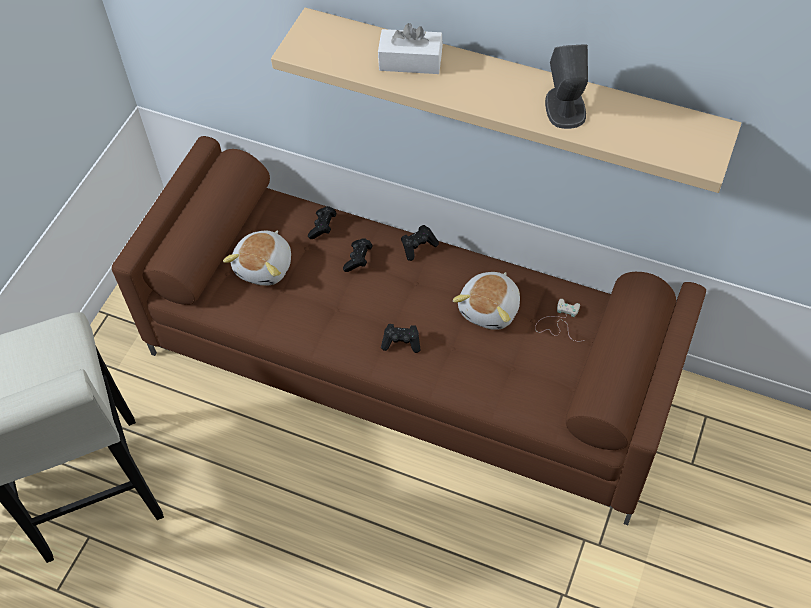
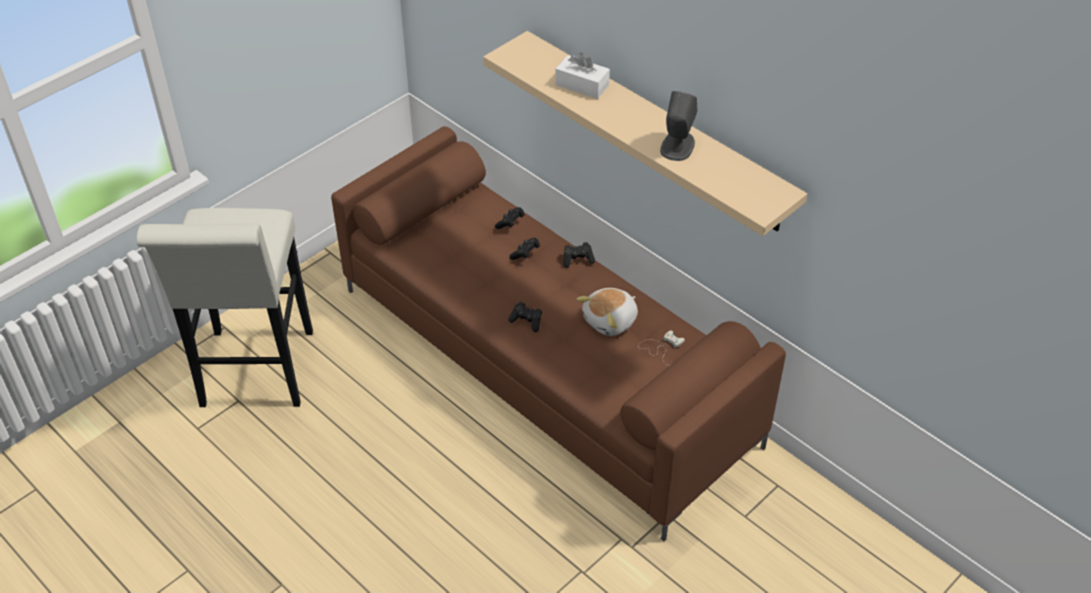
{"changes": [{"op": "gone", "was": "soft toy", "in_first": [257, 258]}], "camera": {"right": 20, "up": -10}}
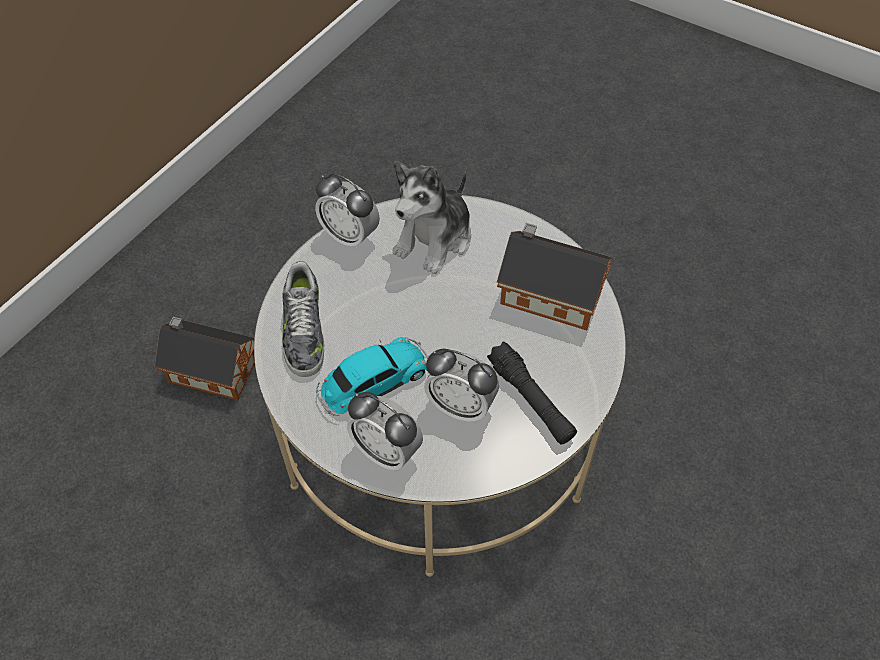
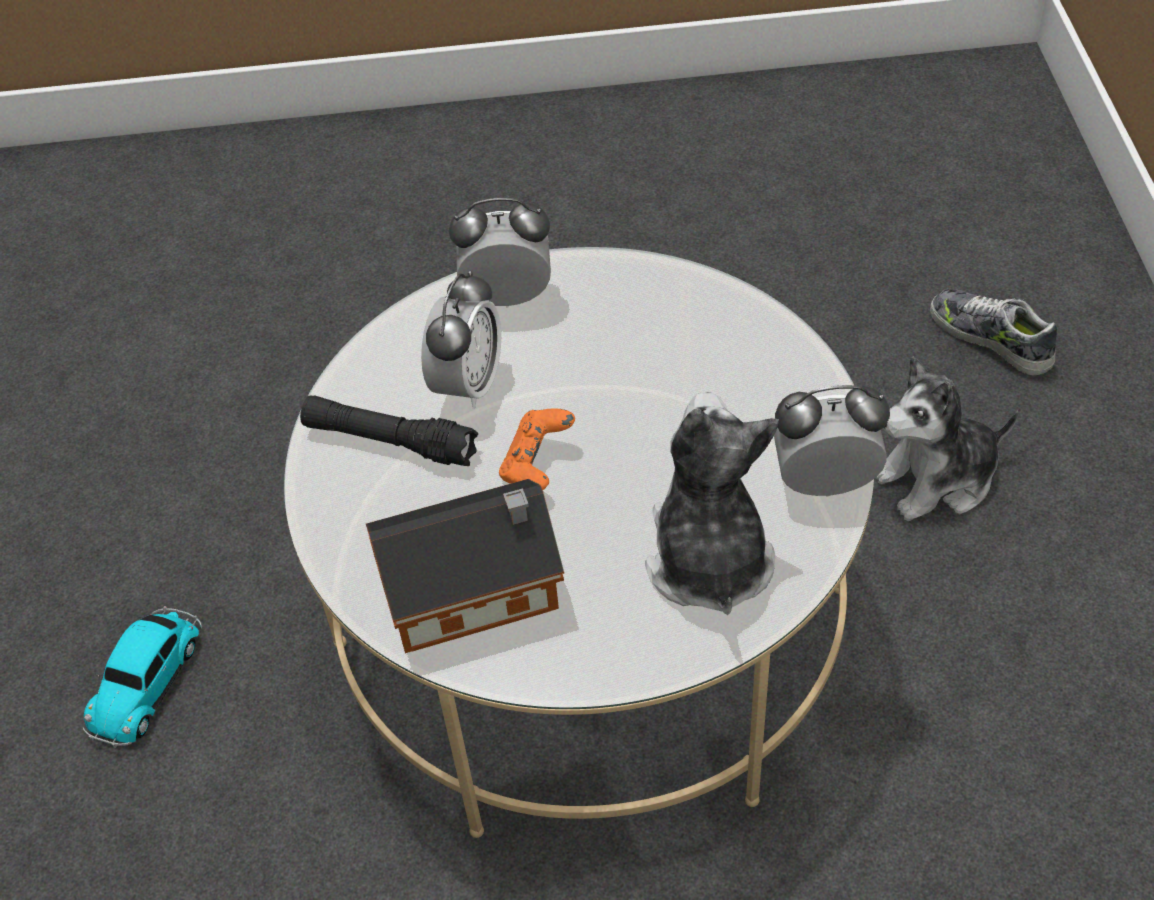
{"changes": [{"op": "swapped", "was": "toy house", "now": "soft toy", "in_first": [204, 359], "in_second": [946, 438]}, {"op": "shifted", "was": "low shoe", "in_first": [303, 319], "in_second": [993, 332]}, {"op": "shifted", "was": "model car", "in_first": [373, 376], "in_second": [142, 677]}, {"op": "rotated", "was": "alarm clock", "in_first": [461, 386], "in_second": [461, 340], "clockwise": 120}, {"op": "new", "now": "orangey gamepad", "in_second": [537, 449]}], "camera": {"right": 145, "up": -5}}
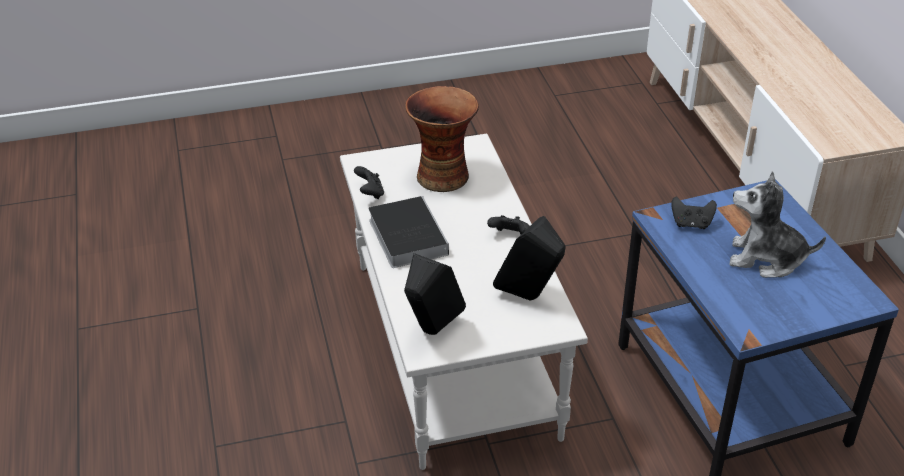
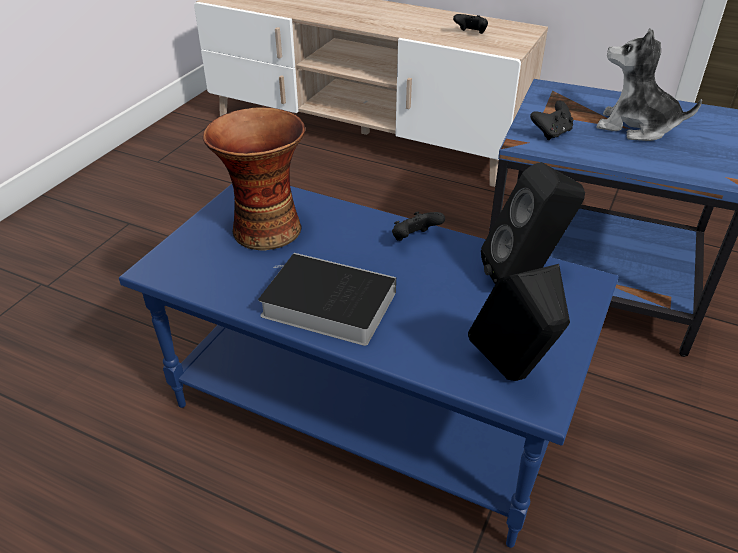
{"changes": [{"op": "repainted", "was": "white-coloured lounge table", "now": "bluish lounge table", "in_first": [464, 302], "in_second": [369, 366]}, {"op": "shifted", "was": "black-coloured gamepad", "in_first": [369, 182], "in_second": [470, 24]}, {"op": "rotated", "was": "soft toy", "in_first": [777, 224], "in_second": [649, 84], "clockwise": 60}], "camera": {"right": -50, "up": 0}}
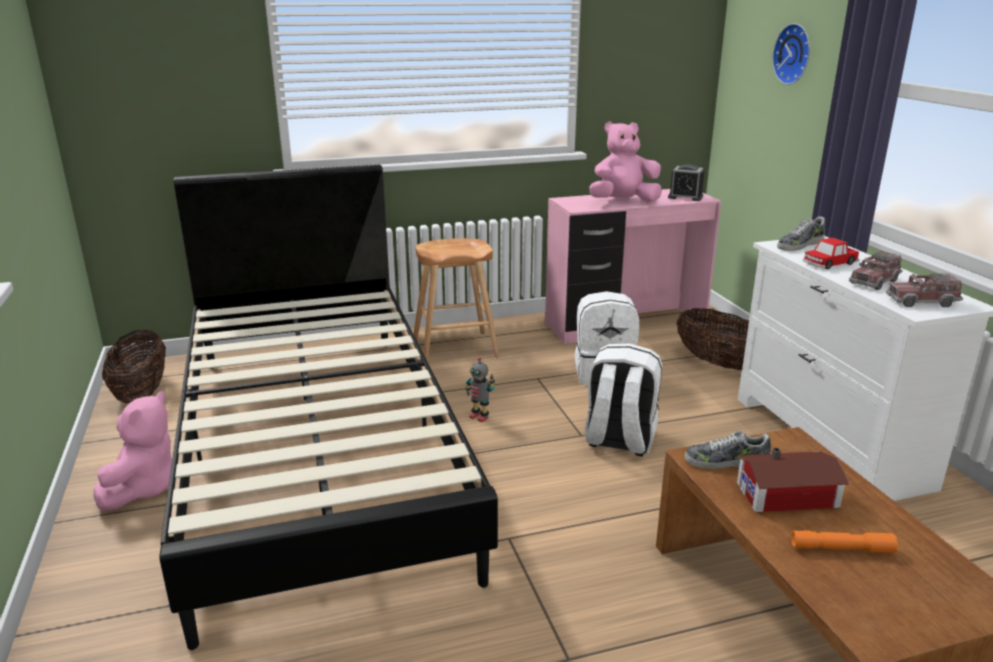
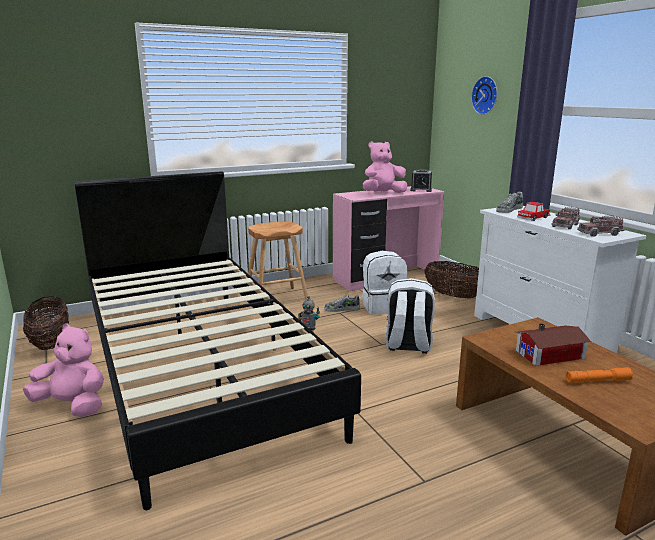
{"changes": [{"op": "rotated", "was": "pink-coloured soft toy", "in_first": [133, 451], "in_second": [63, 370], "clockwise": -75}, {"op": "shifted", "was": "low shoe", "in_first": [728, 450], "in_second": [342, 303]}], "camera": {"right": -10, "up": -5}}
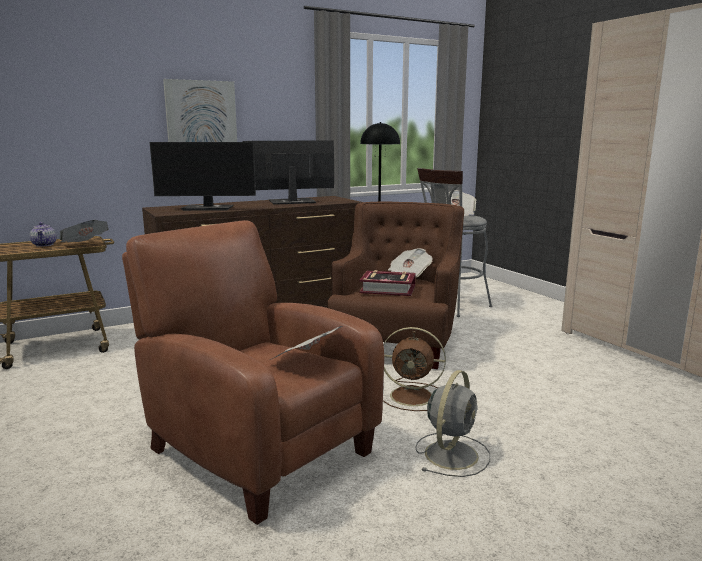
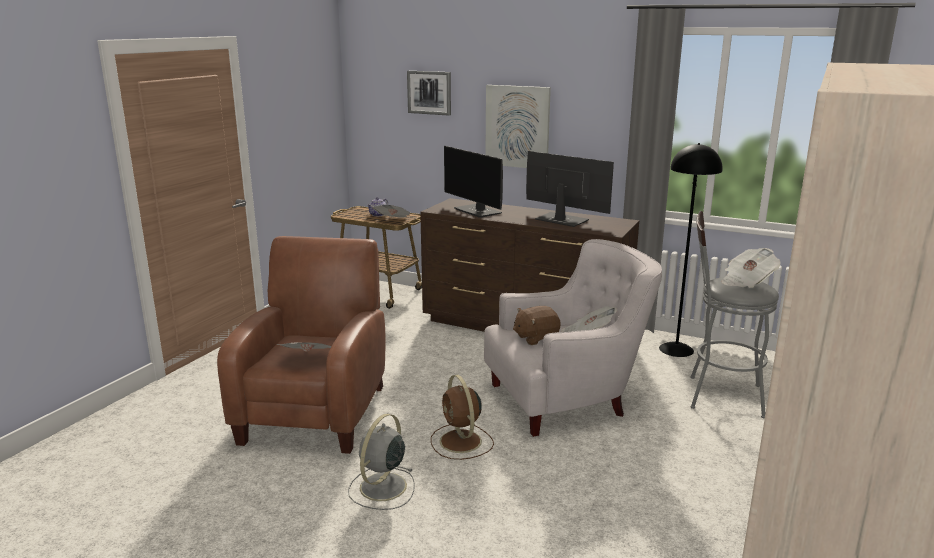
{"changes": [{"op": "repainted", "was": "brownish lounge chair", "now": "white-coloured lounge chair", "in_first": [396, 285], "in_second": [573, 338]}, {"op": "swapped", "was": "book", "now": "brownish soft toy", "in_first": [387, 283], "in_second": [537, 325]}, {"op": "rotated", "was": "gray fan", "in_first": [453, 423], "in_second": [381, 462], "clockwise": 120}, {"op": "new", "now": "wall picture", "in_second": [429, 93]}], "camera": {"right": 55, "up": 5}}
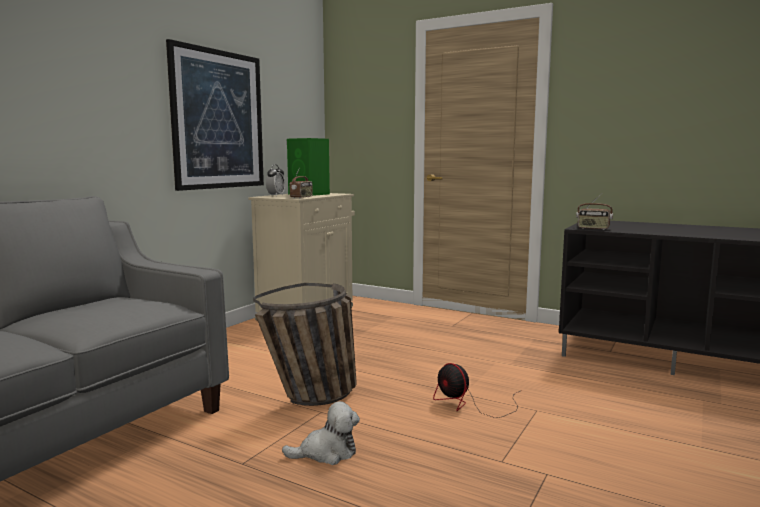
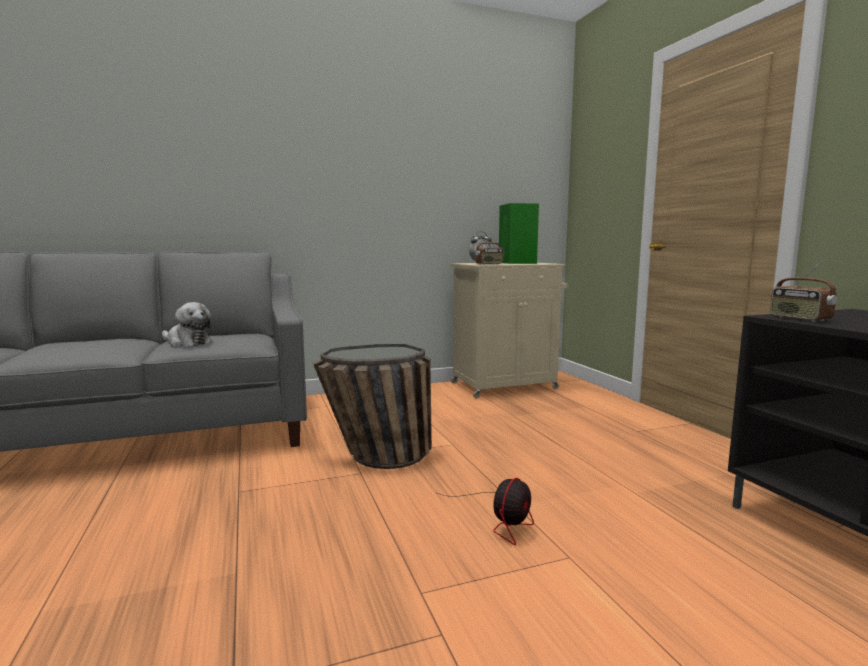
{"changes": [{"op": "gone", "was": "wall picture", "in_first": [215, 115]}, {"op": "shifted", "was": "soft toy", "in_first": [321, 433], "in_second": [187, 324]}, {"op": "rotated", "was": "fan", "in_first": [476, 390], "in_second": [485, 511], "clockwise": -150}], "camera": {"right": 40, "up": 0}}
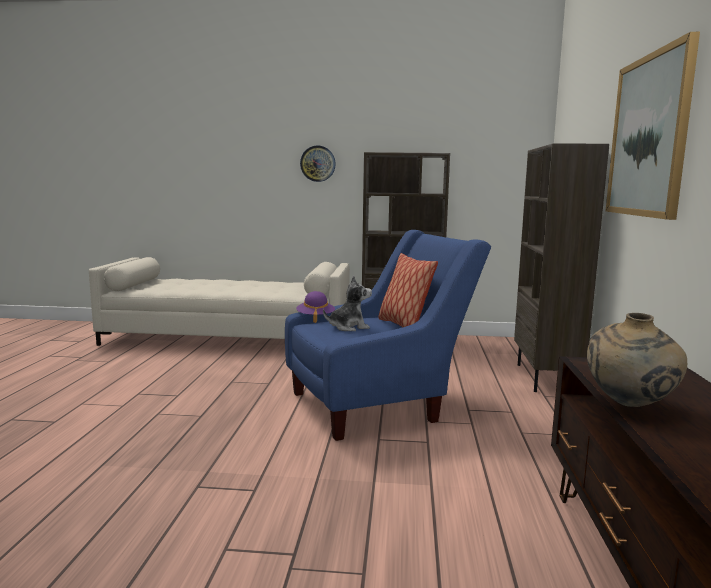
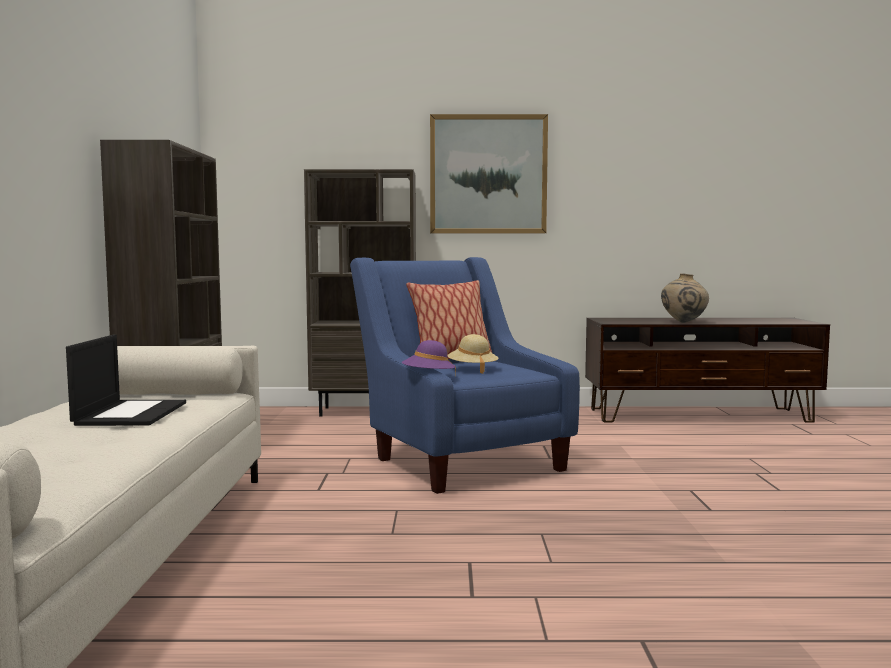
{"changes": [{"op": "gone", "was": "wall clock", "in_first": [318, 164]}, {"op": "swapped", "was": "soft toy", "now": "sand-coloured wearable hat", "in_first": [347, 303], "in_second": [473, 354]}, {"op": "new", "now": "laptop", "in_second": [126, 380]}], "camera": {"right": -95, "up": -5}}
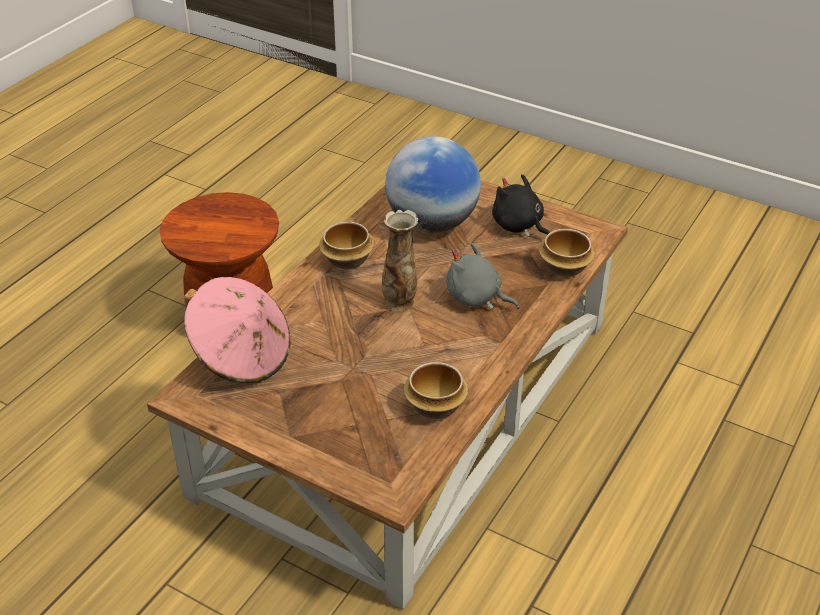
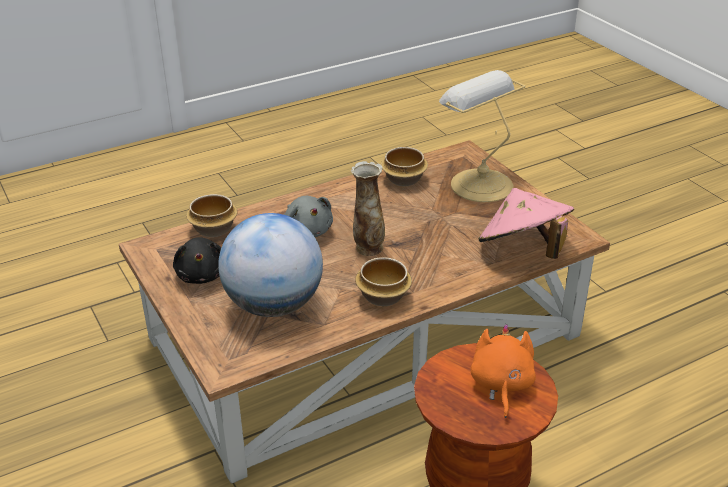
{"changes": [{"op": "new", "now": "tabletop lamp", "in_second": [482, 136]}, {"op": "new", "now": "orangey soft toy", "in_second": [503, 371]}], "camera": {"right": -150, "up": -5}}
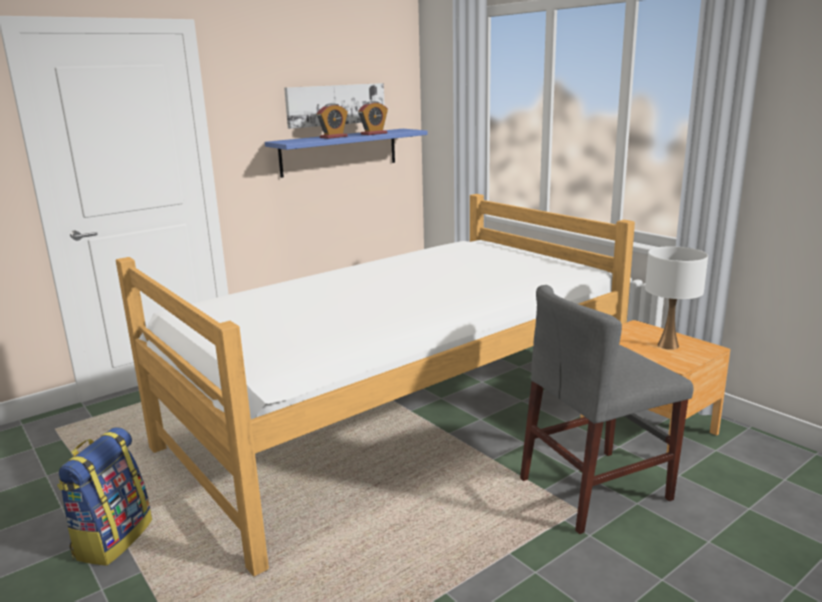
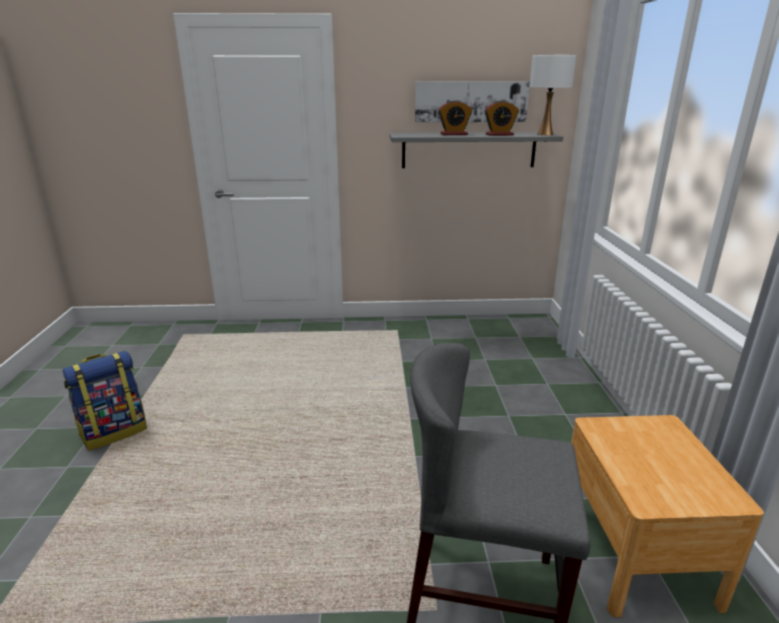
{"changes": [{"op": "gone", "was": "sleeping bed", "in_first": [375, 385]}, {"op": "repainted", "was": "bluish shelf", "now": "gray shelf", "in_first": [346, 153], "in_second": [476, 150]}, {"op": "shifted", "was": "white-coloured tabletop lamp", "in_first": [676, 298], "in_second": [552, 95]}], "camera": {"right": 35, "up": 5}}
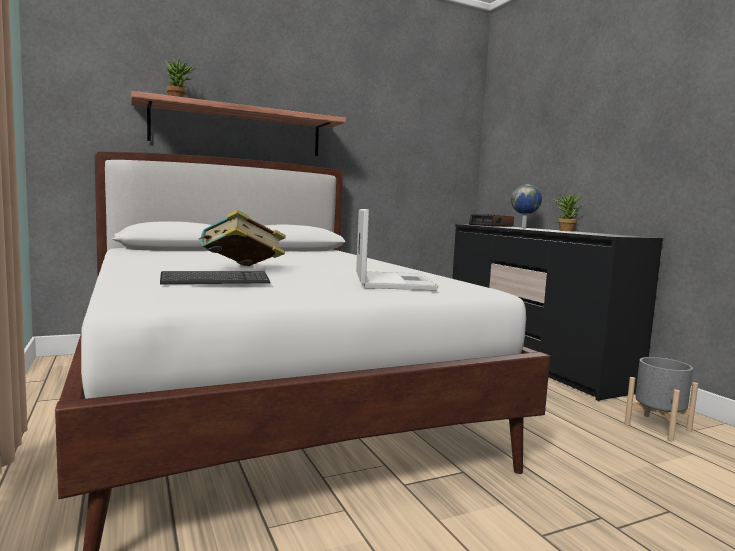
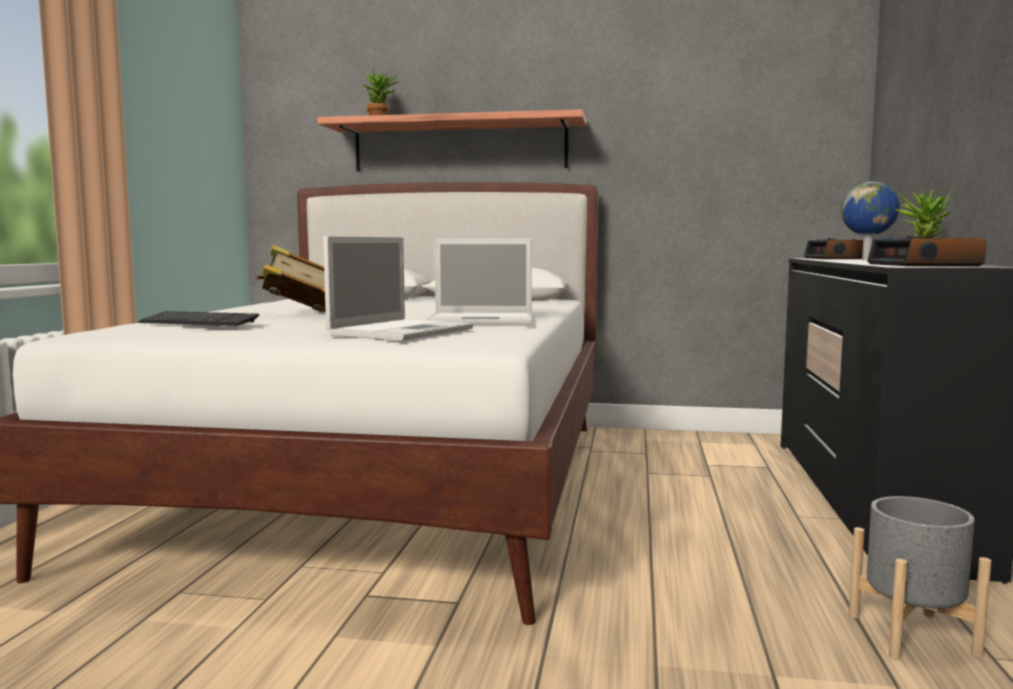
{"changes": [{"op": "new", "now": "laptop", "in_second": [479, 282]}, {"op": "new", "now": "alarm clock", "in_second": [927, 251]}], "camera": {"right": 35, "up": 0}}
